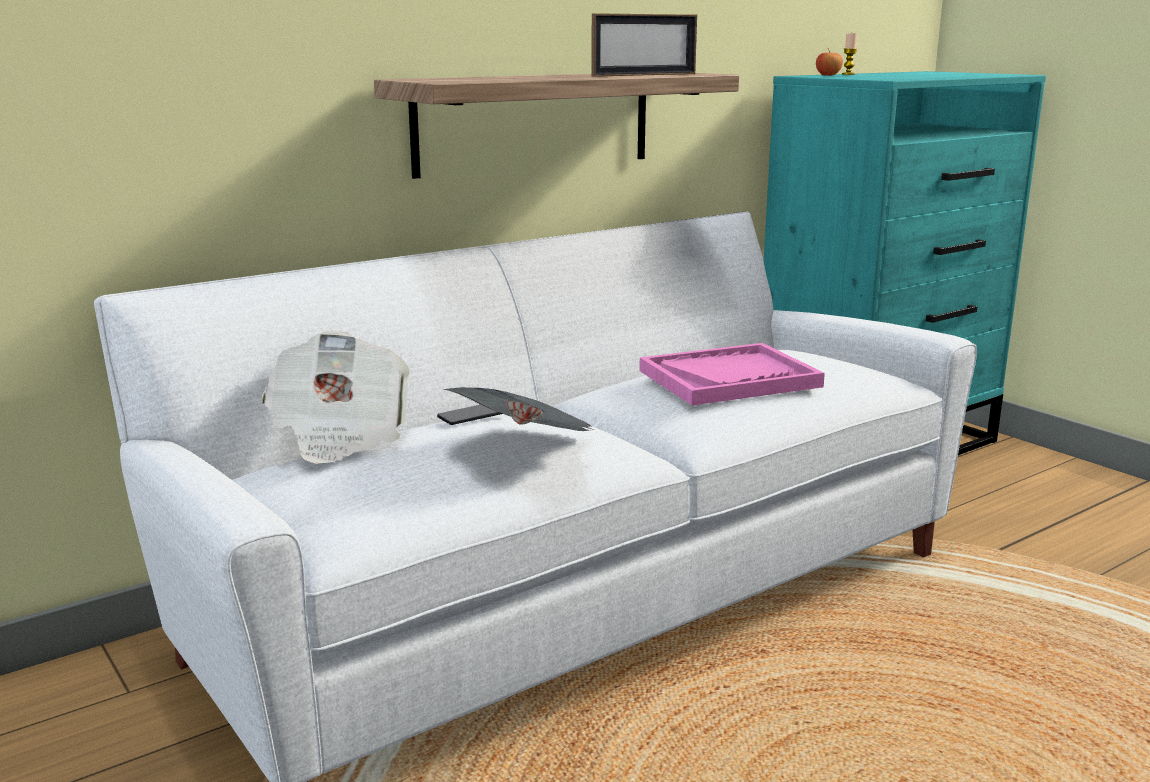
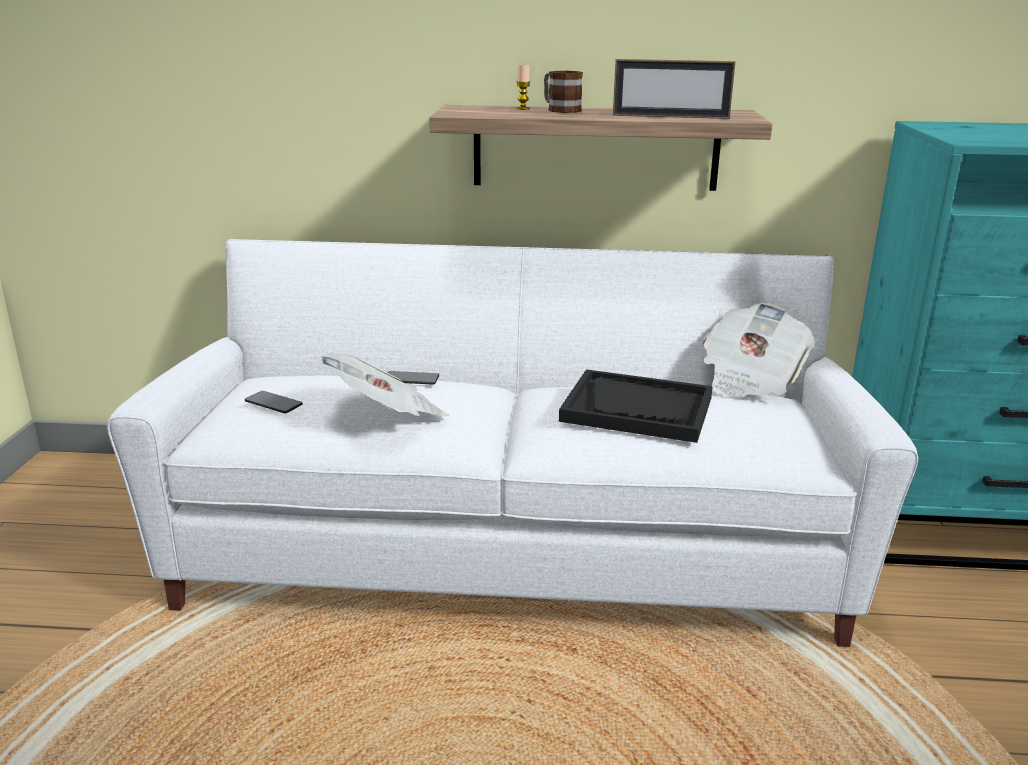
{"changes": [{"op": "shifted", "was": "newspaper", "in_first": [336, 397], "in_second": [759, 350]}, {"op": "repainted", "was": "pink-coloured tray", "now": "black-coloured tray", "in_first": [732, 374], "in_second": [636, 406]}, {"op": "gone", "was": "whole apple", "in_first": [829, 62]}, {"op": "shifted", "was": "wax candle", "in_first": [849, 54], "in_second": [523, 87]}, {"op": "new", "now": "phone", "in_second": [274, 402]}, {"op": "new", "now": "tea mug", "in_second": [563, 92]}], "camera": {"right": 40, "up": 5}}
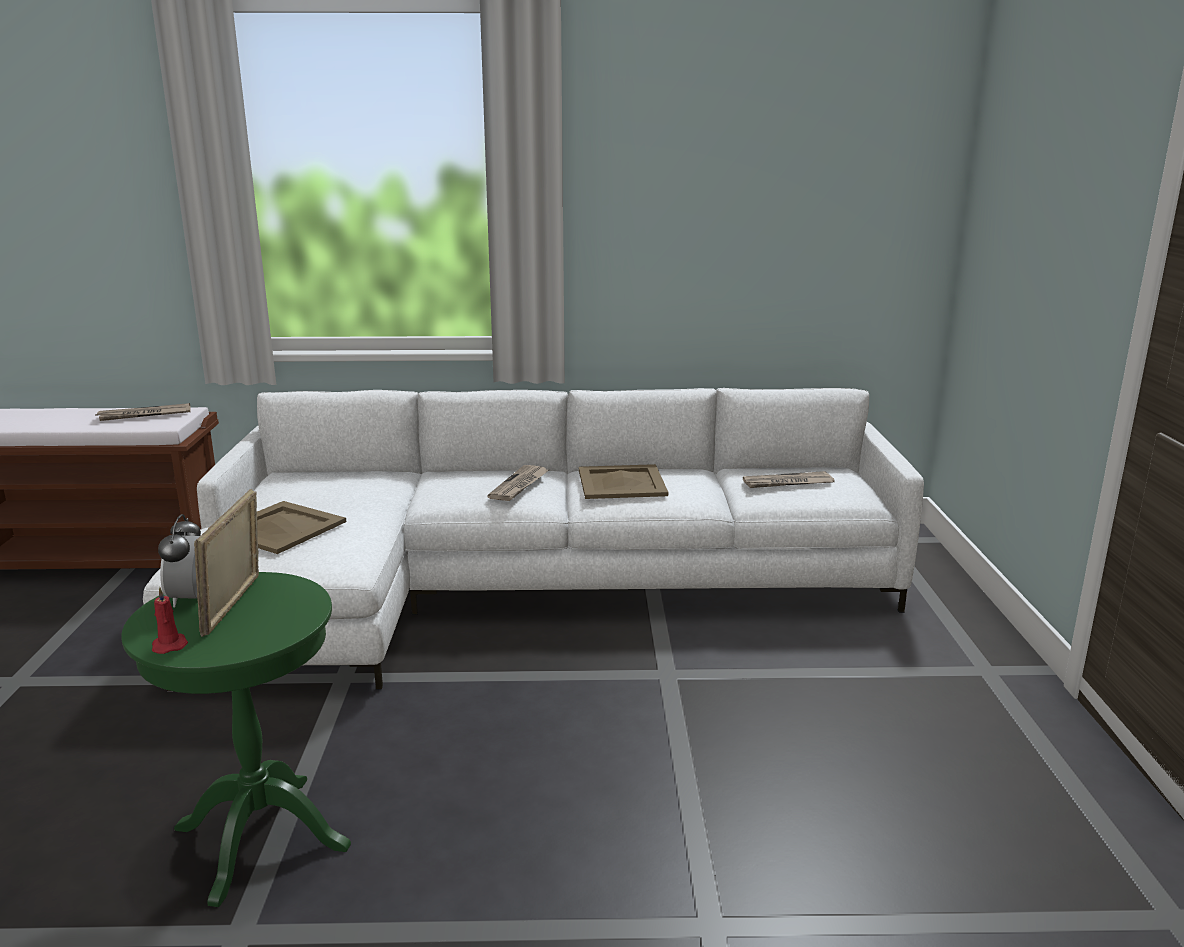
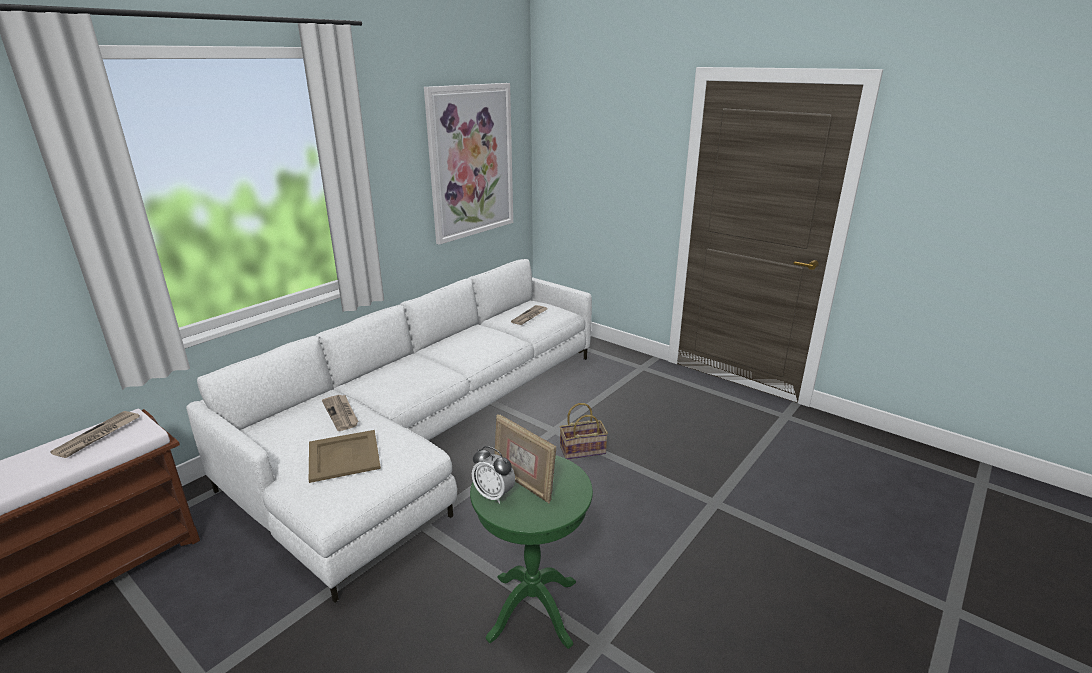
{"changes": [{"op": "gone", "was": "red wax candle", "in_first": [170, 620]}, {"op": "shifted", "was": "newspaper", "in_first": [518, 483], "in_second": [340, 413]}, {"op": "gone", "was": "sand-coloured tray", "in_first": [623, 481]}, {"op": "new", "now": "wall picture", "in_second": [468, 164]}, {"op": "new", "now": "basket", "in_second": [584, 431]}], "camera": {"right": -50, "up": 5}}
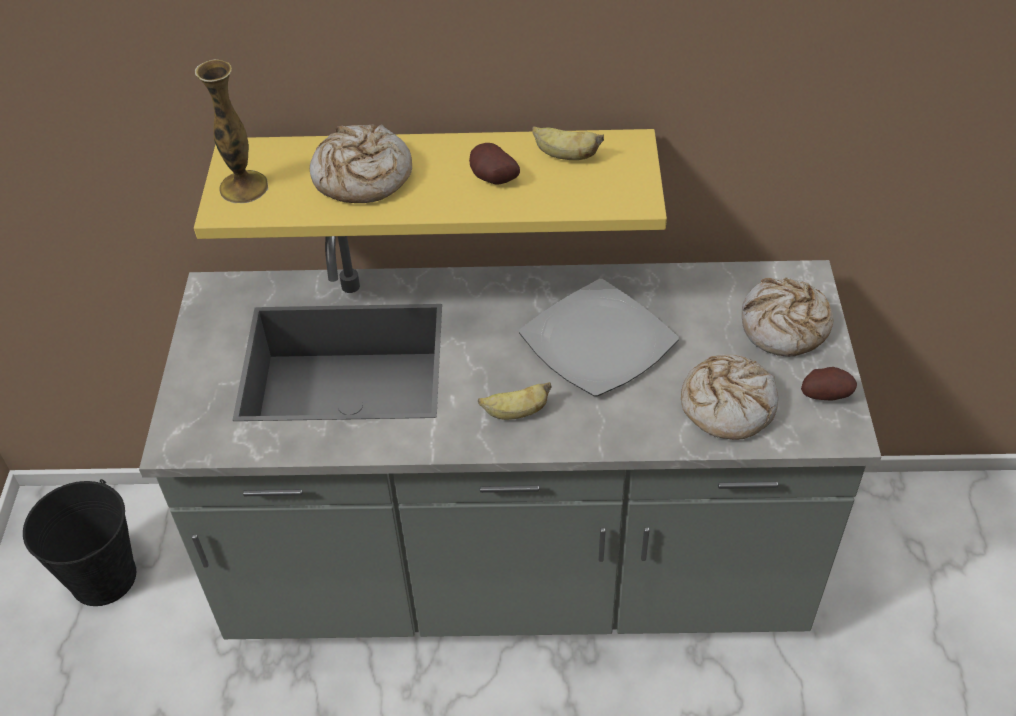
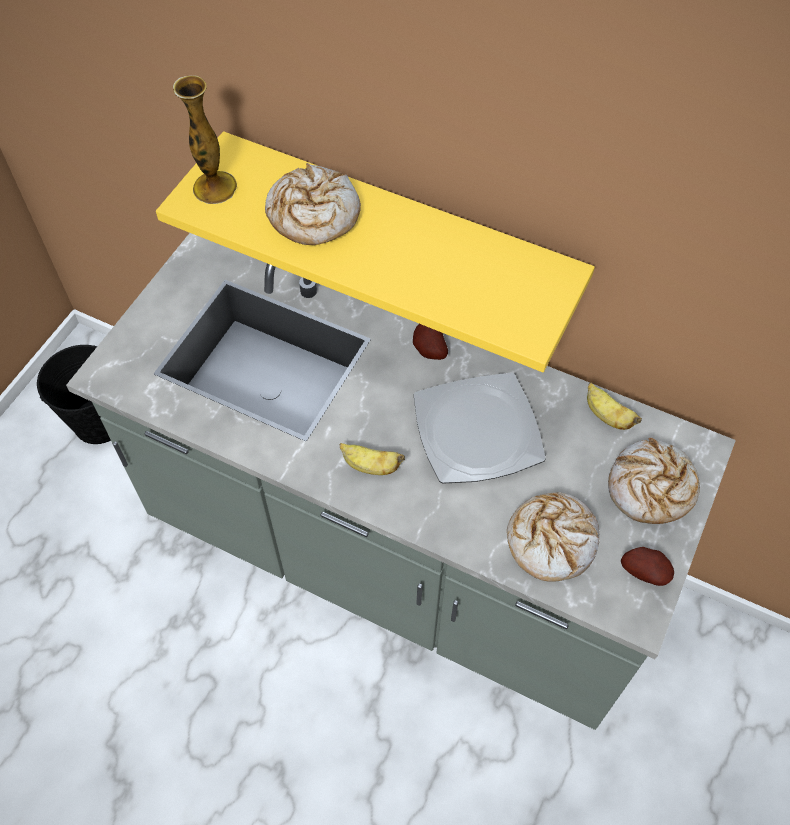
{"changes": [{"op": "shifted", "was": "potato", "in_first": [494, 164], "in_second": [430, 342]}, {"op": "shifted", "was": "whole banana", "in_first": [568, 143], "in_second": [614, 406]}], "camera": {"right": 25, "up": 10}}
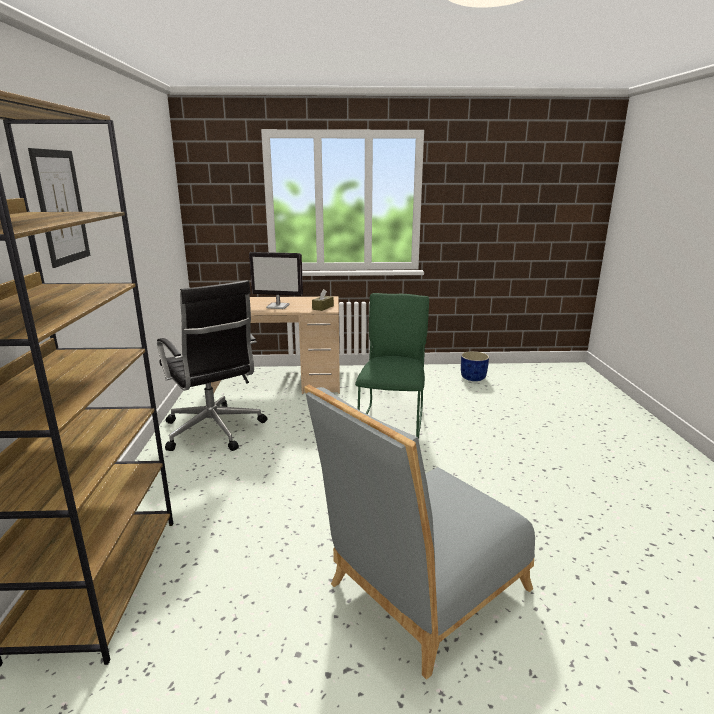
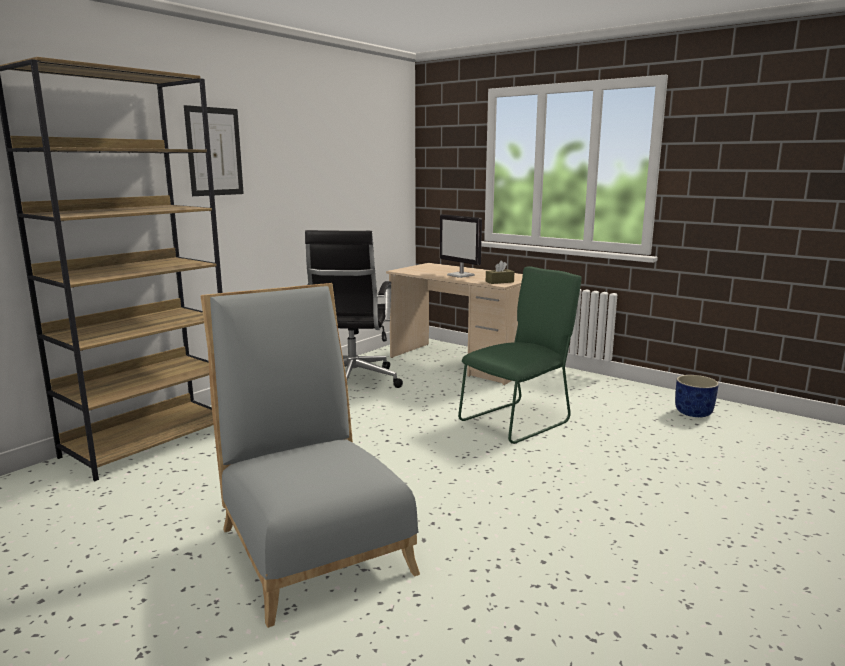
{"changes": [{"op": "rotated", "was": "gray upright chair", "in_first": [419, 532], "in_second": [310, 455], "clockwise": 60}], "camera": {"right": 40, "up": -5}}
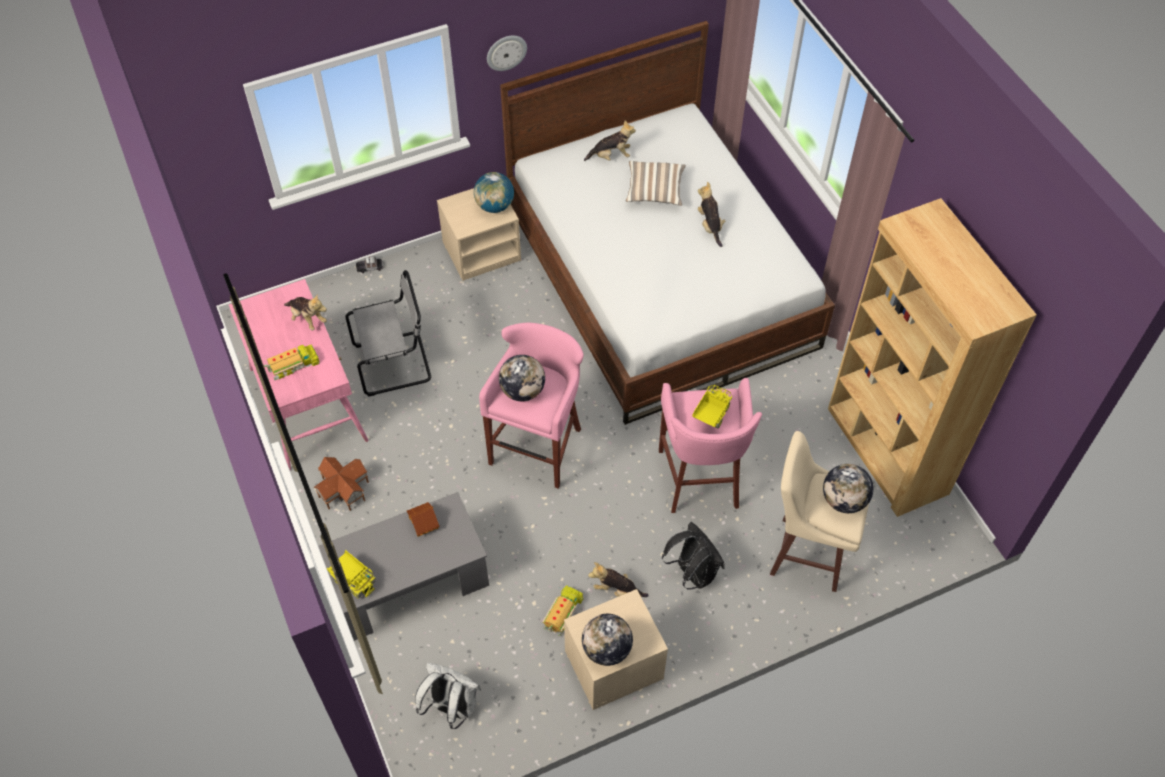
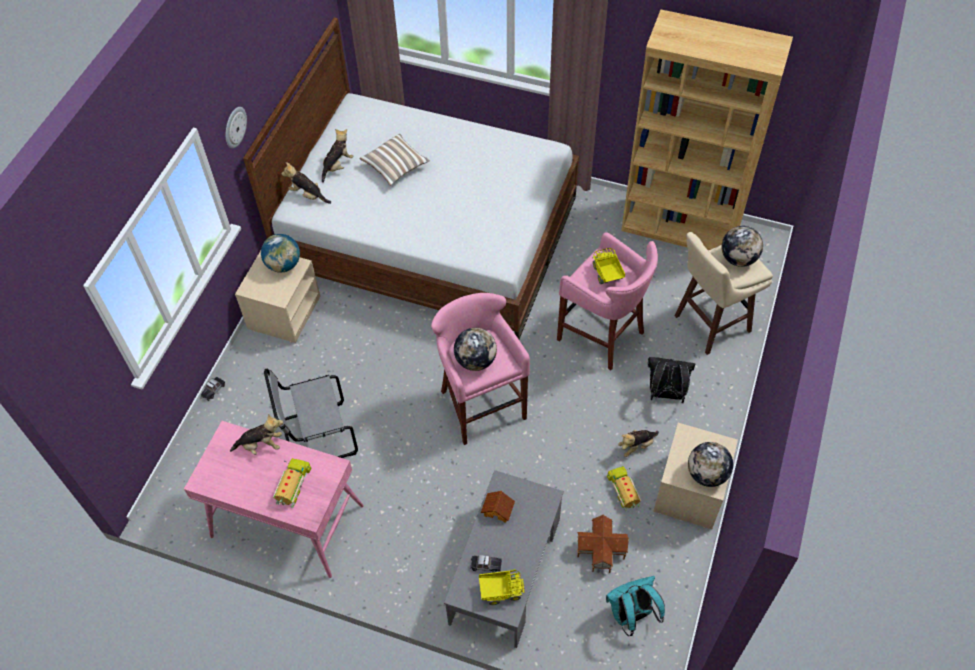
{"changes": [{"op": "shifted", "was": "toy house", "in_first": [341, 484], "in_second": [603, 544]}, {"op": "rotated", "was": "gray upright chair", "in_first": [388, 333], "in_second": [311, 413], "clockwise": -135}, {"op": "repainted", "was": "white-coloured backpack", "now": "blue-green backpack", "in_first": [448, 695], "in_second": [635, 606]}, {"op": "shifted", "was": "soft toy", "in_first": [711, 214], "in_second": [306, 183]}, {"op": "new", "now": "model car", "in_second": [486, 564]}], "camera": {"right": -45, "up": 0}}
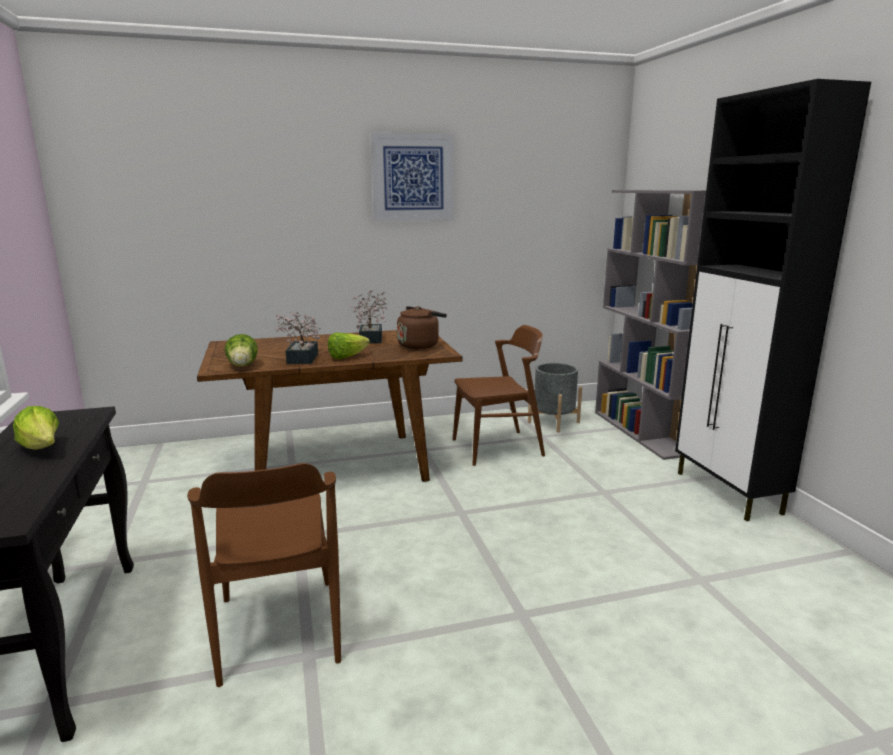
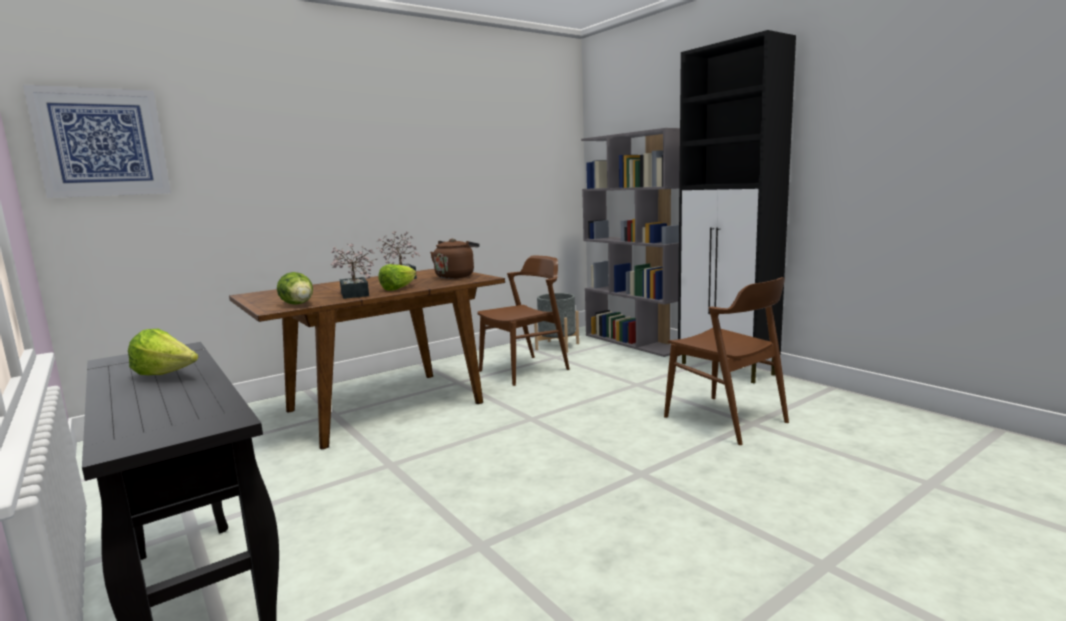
{"changes": [{"op": "shifted", "was": "brownish upright chair", "in_first": [264, 575], "in_second": [726, 361]}, {"op": "shifted", "was": "wall picture", "in_first": [412, 177], "in_second": [97, 141]}], "camera": {"right": -20, "up": -5}}
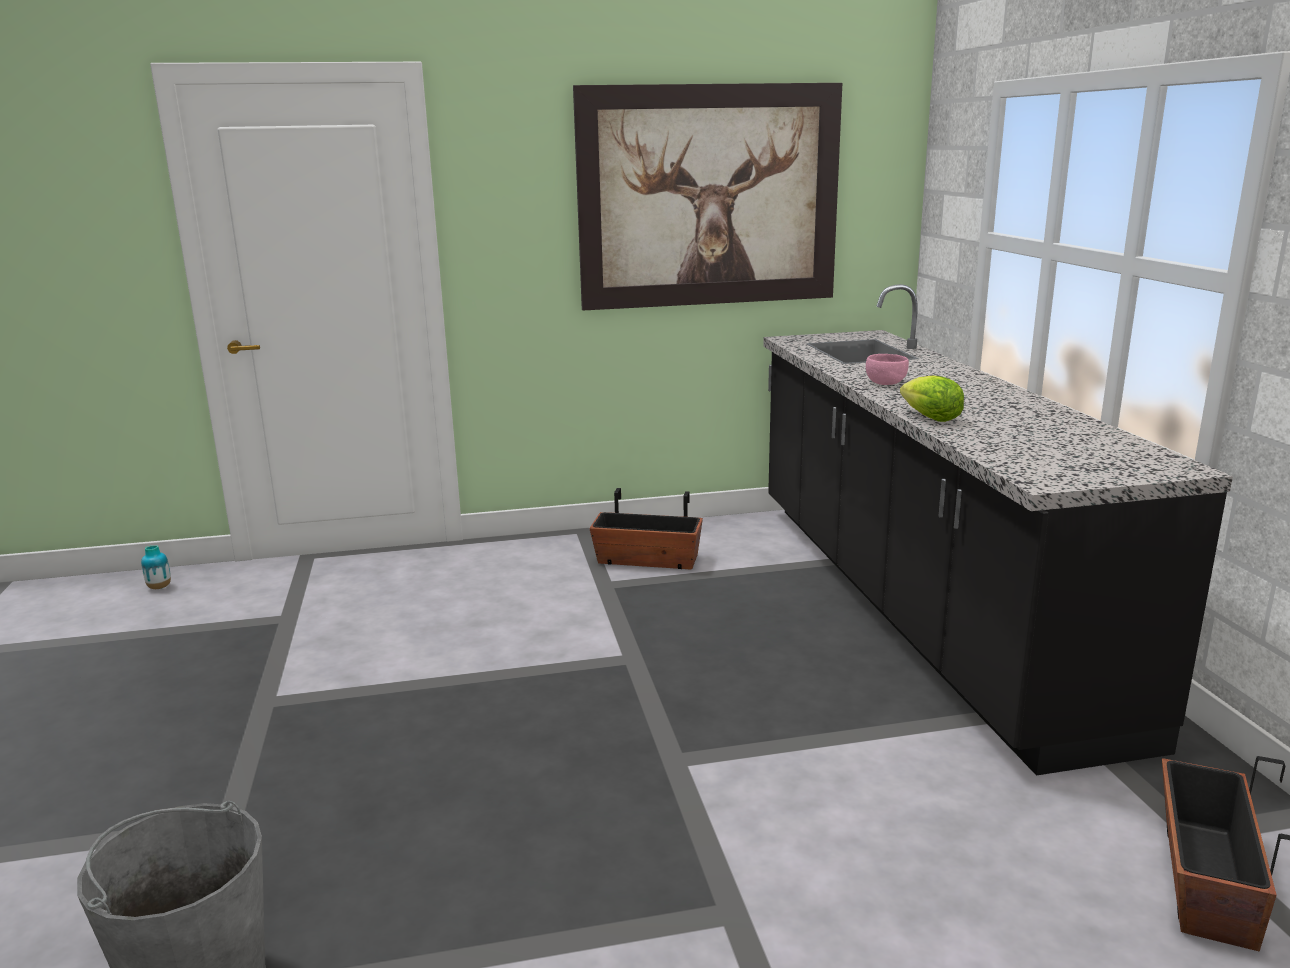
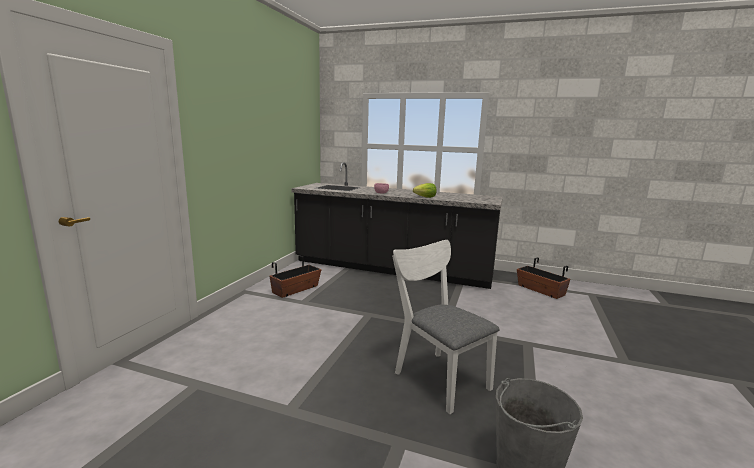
{"changes": [{"op": "gone", "was": "flower vase", "in_first": [156, 567]}, {"op": "gone", "was": "wall picture", "in_first": [707, 196]}, {"op": "new", "now": "white-coloured upright chair", "in_second": [446, 327]}], "camera": {"right": -60, "up": -5}}
